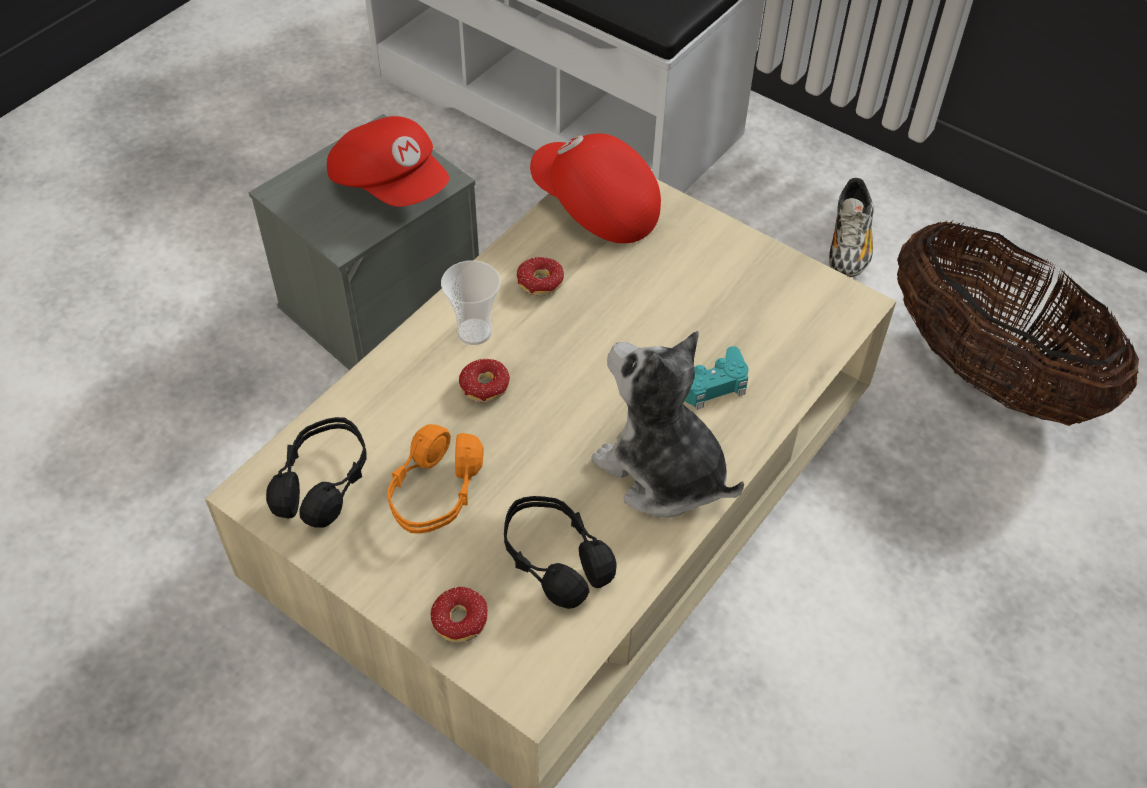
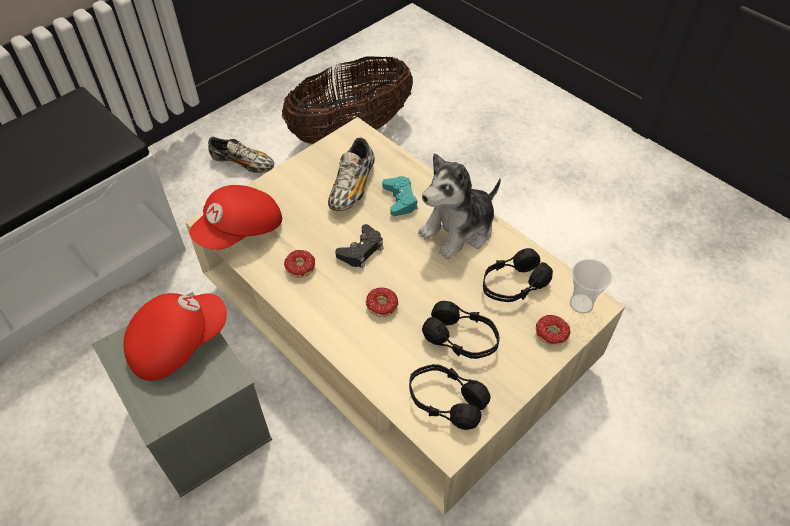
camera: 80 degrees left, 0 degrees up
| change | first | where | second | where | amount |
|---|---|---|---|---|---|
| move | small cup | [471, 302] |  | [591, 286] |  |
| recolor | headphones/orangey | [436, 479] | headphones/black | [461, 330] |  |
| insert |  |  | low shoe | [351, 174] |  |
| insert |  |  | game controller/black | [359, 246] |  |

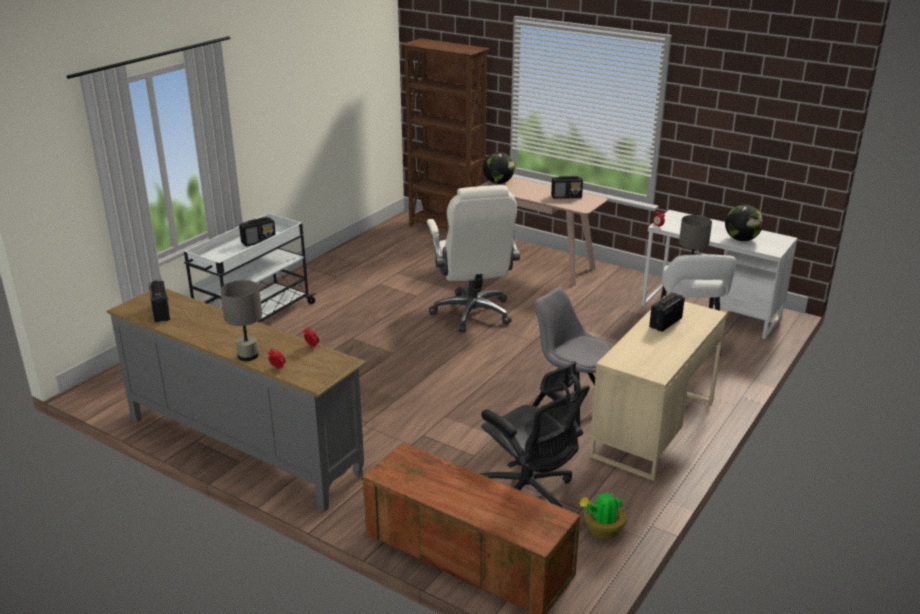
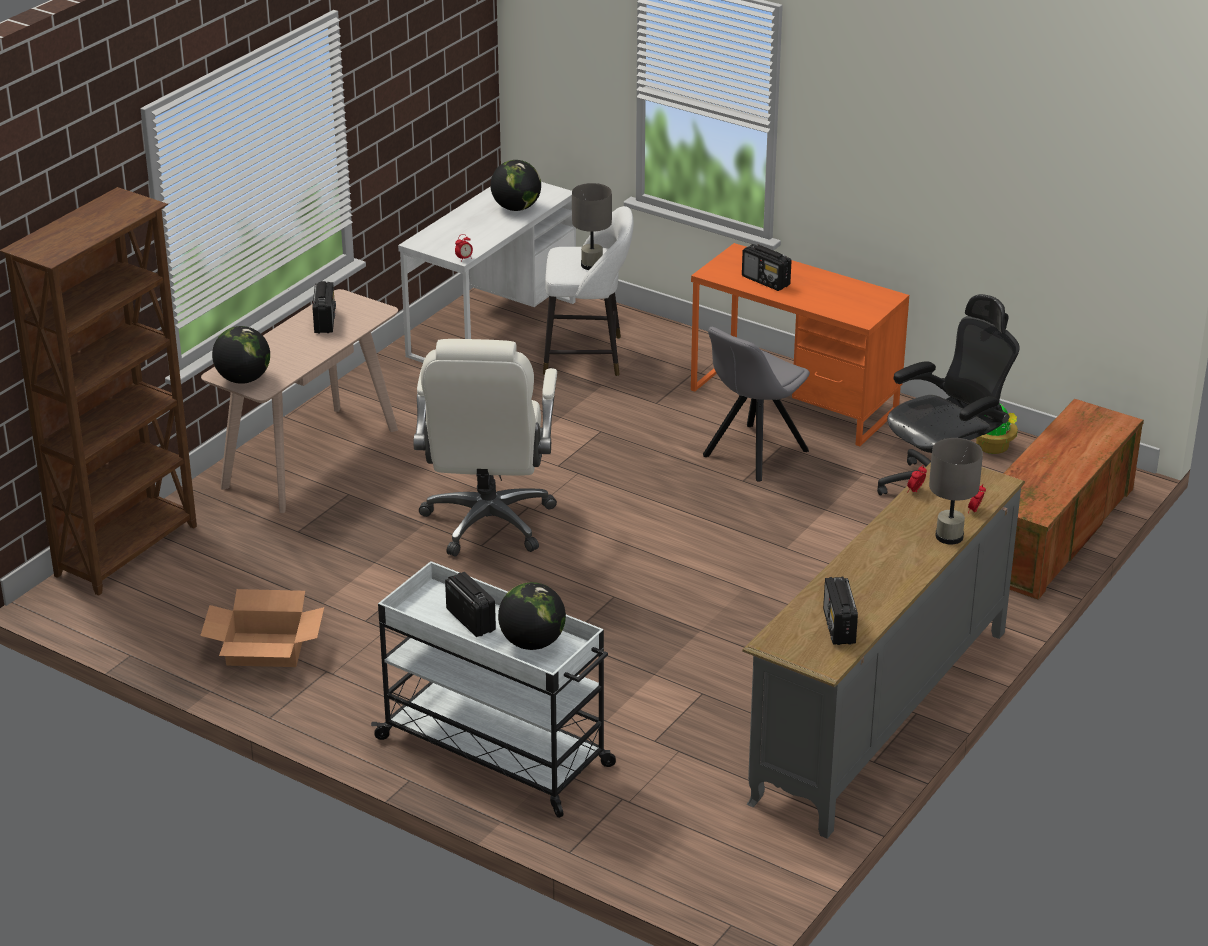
camera: 90 degrees left, 5 degrees up
| change | first | where | second | where | amount |
|---|---|---|---|---|---|
| rotate | office chair/whitish | [473, 259] |  | [485, 448] | 105 degrees clockwise |
| rotate | radio set | [159, 301] |  | [840, 611] | 75 degrees counterclockwise |
| recolor | desk/beige | [658, 388] | desk/orangey | [800, 344] |  |
| insert |  |  | desk globe | [532, 616] |  |
| insert |  |  | carton | [262, 628] |  |

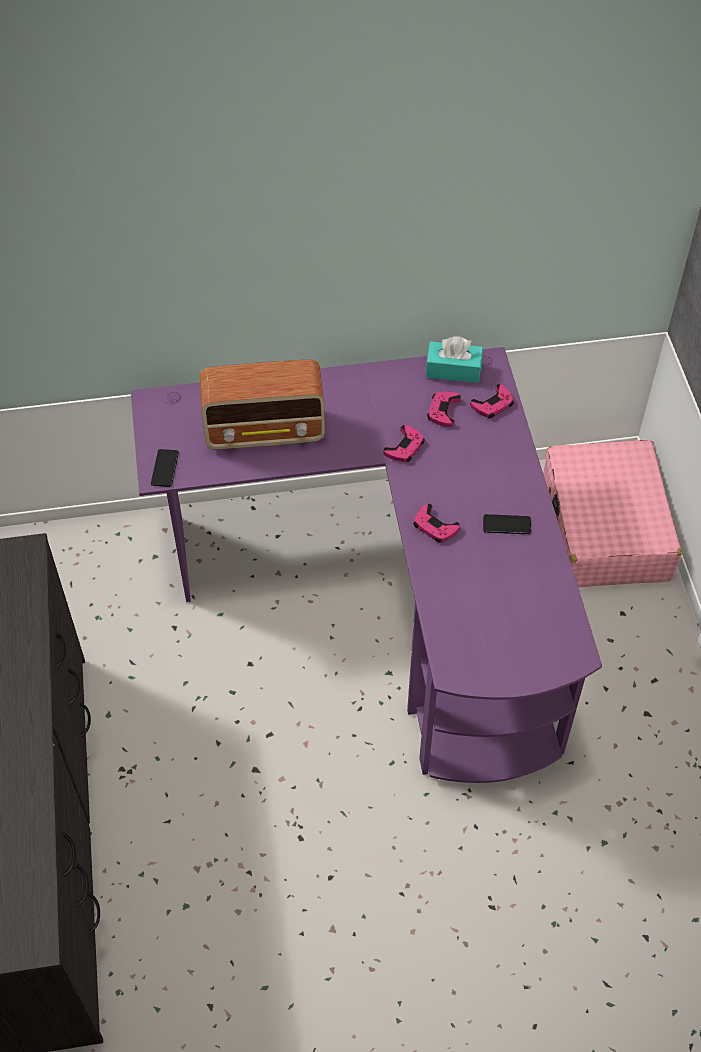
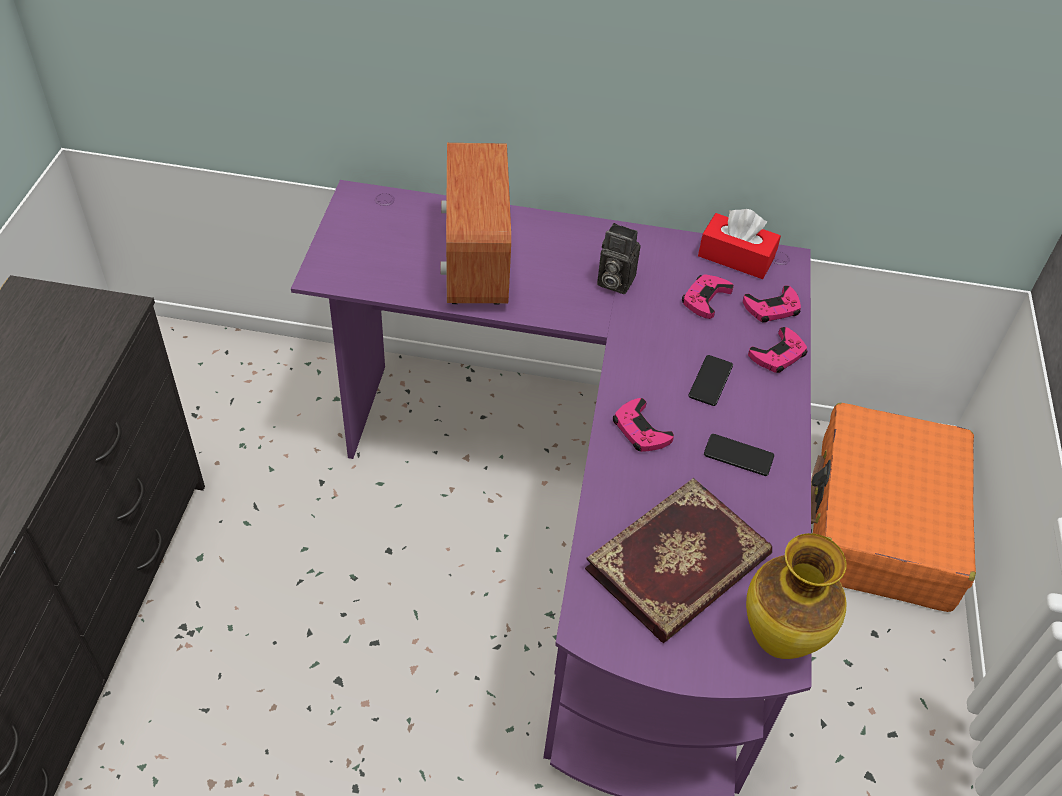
camera: 15 degrees right, 5 degrees down
| change | first | where | second | where | amount |
|---|---|---|---|---|---|
| recolor | box of tissues/blue-green | [454, 359] | box of tissues/red | [739, 244] |  |
| rotate | radio set | [262, 404] |  | [475, 223] | 75 degrees clockwise |
| move | game controller/pink-coloured | [404, 443] |  | [778, 350] |  |
| recolor | travel case/pink-coloured | [612, 514] | travel case/orangey | [893, 507] |  |
| move | telephone | [165, 468] |  | [710, 380] |  |
| insert |  |  | photo camera | [619, 258] |  |
| insert |  |  | volume | [678, 560] |  |
| insert |  |  | decorative vase | [796, 596] |  |

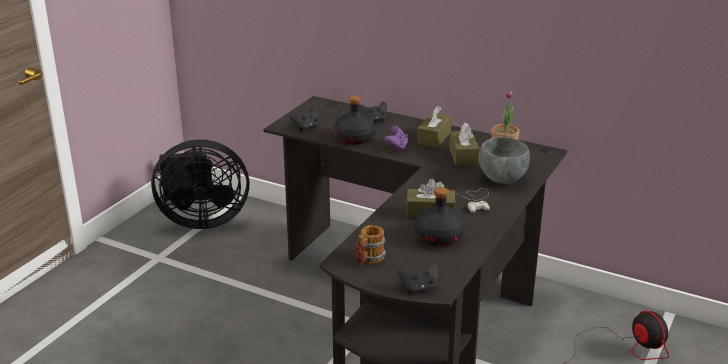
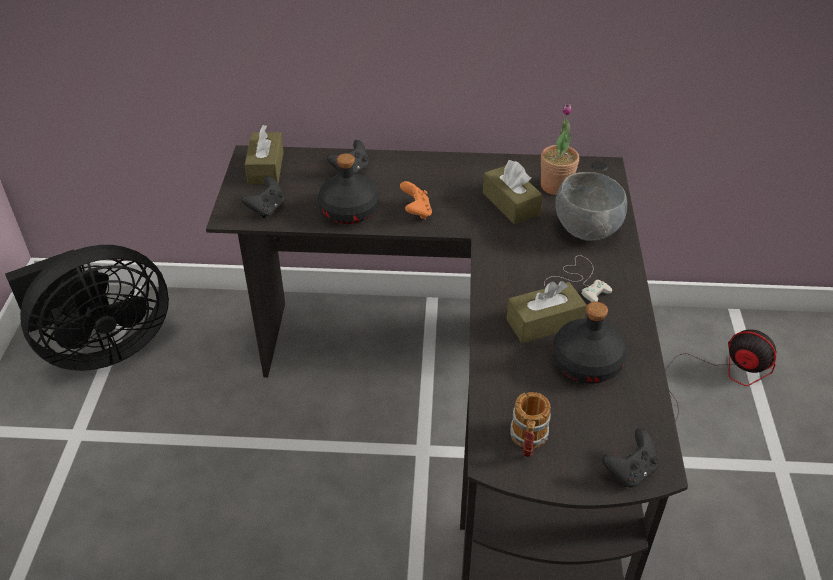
camera: 25 degrees left, 15 degrees up
| change | first | where | second | where | amount |
|---|---|---|---|---|---|
| move | box of tissues/brownish | [434, 127] |  | [264, 155] |  |
| recolor | game controller/purple-coloured | [396, 139] | game controller/orangey | [416, 200] |  |

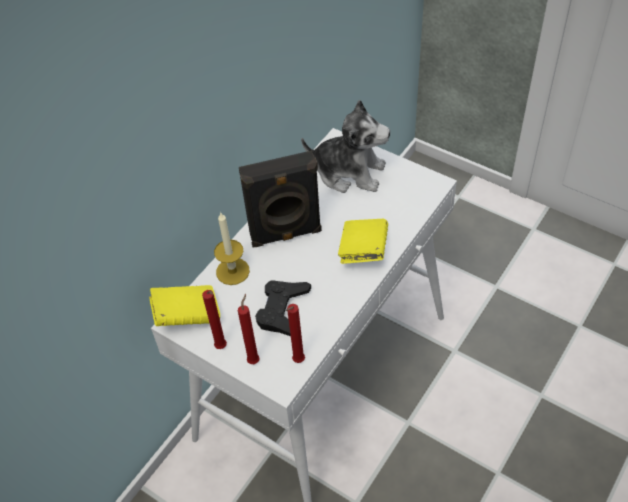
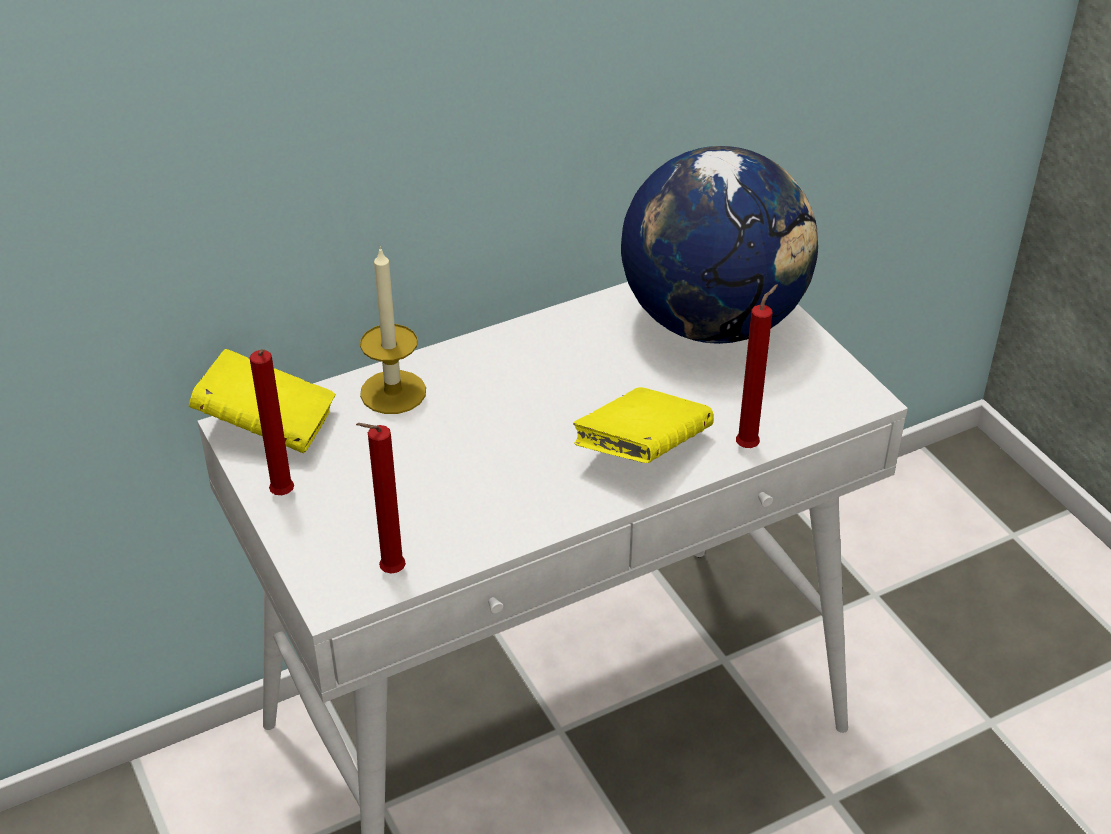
camera: 25 degrees right, 10 degrees down
| change | first | where | second | where | amount |
|---|---|---|---|---|---|
| replace | plush toy | [345, 146] | desk globe | [719, 245] |  |
| delete | audio speaker/black | [280, 198] |  |  |  |
| delete | game controller/black | [283, 308] |  |  |  |
| move | candle/red | [248, 329] |  | [757, 366] |  |

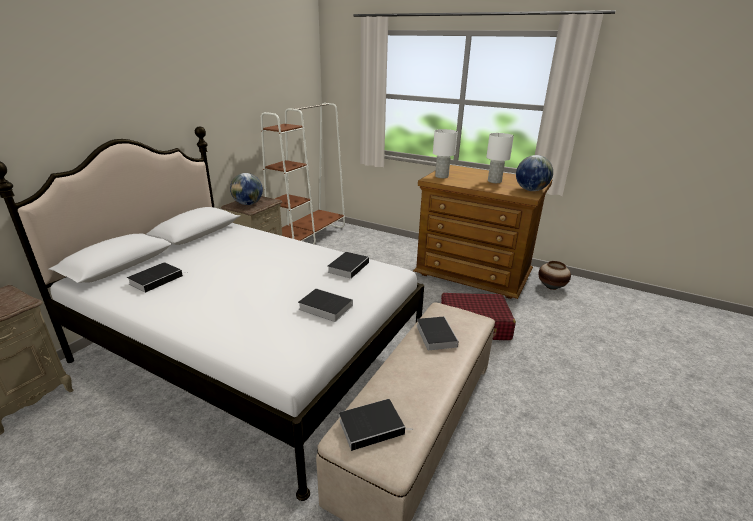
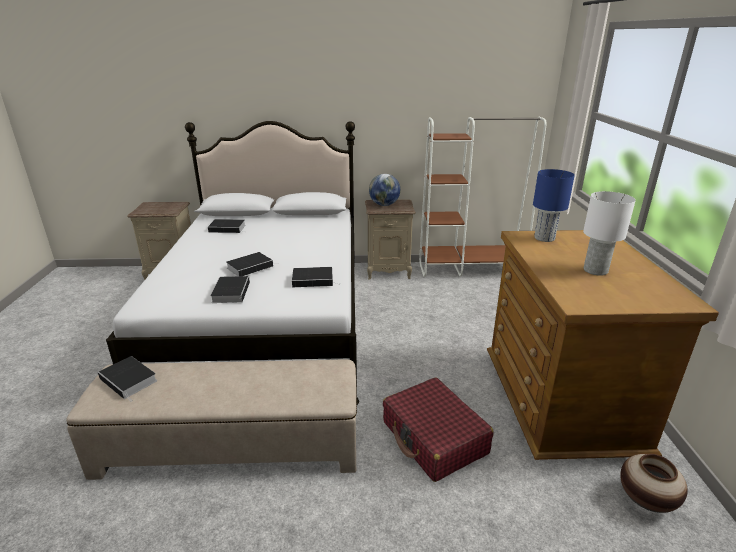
camera: 60 degrees right, 0 degrees up
| change | first | where | second | where | amount |
|---|---|---|---|---|---|
| recolor | lamp for a table/whitish | [445, 153] | lamp for a table/blue-coloured | [554, 205] |  |
| delete | desk globe | [534, 173] |  |  |  |
| move | volume | [437, 333] |  | [250, 264] |  |

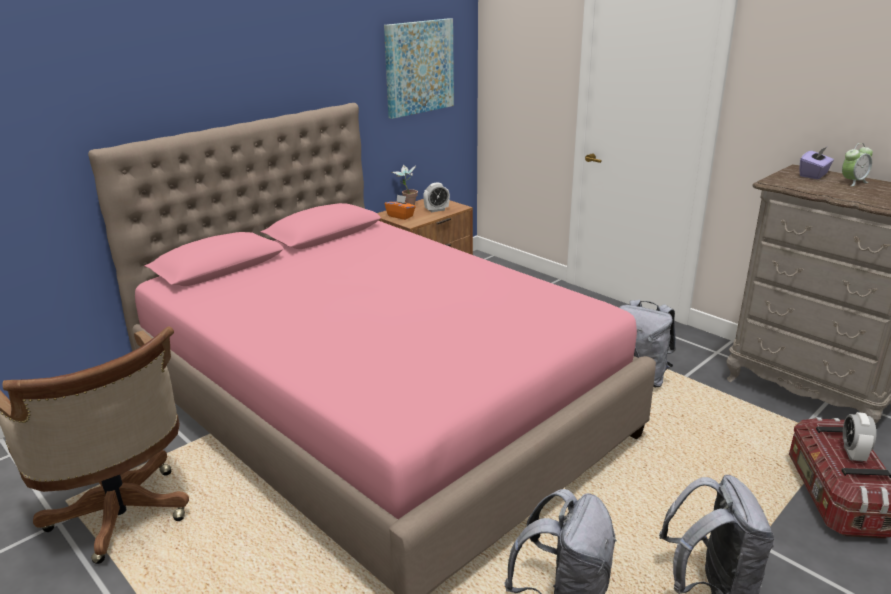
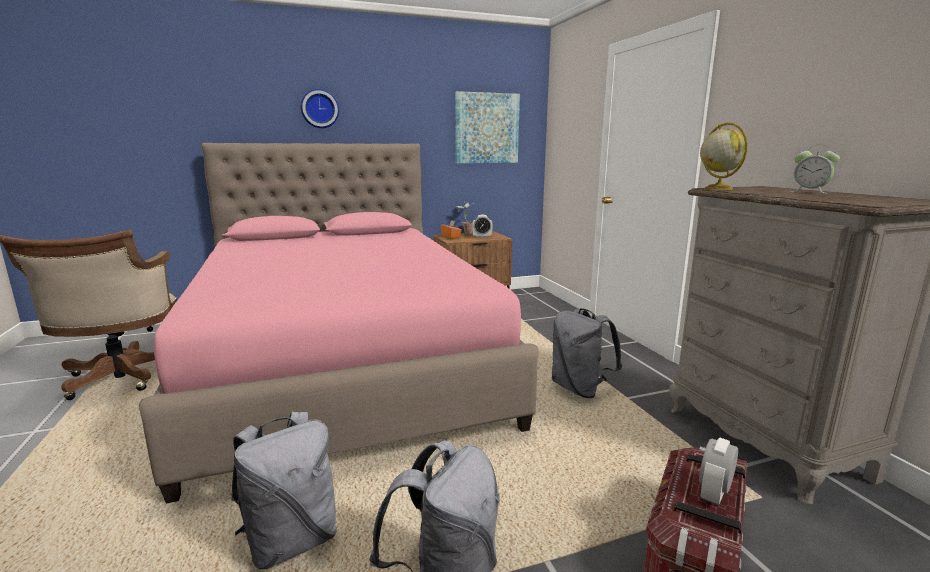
camera: 25 degrees right, 10 degrees down
| change | first | where | second | where | amount |
|---|---|---|---|---|---|
| rotate | table clock | [857, 164] |  | [815, 169] | 45 degrees clockwise |
| delete | box of tissues/purple-coloured | [817, 163] |  |  |  |
| insert |  |  | hanging clock | [320, 108] |  |
| insert |  |  | desk globe | [724, 156] |  |

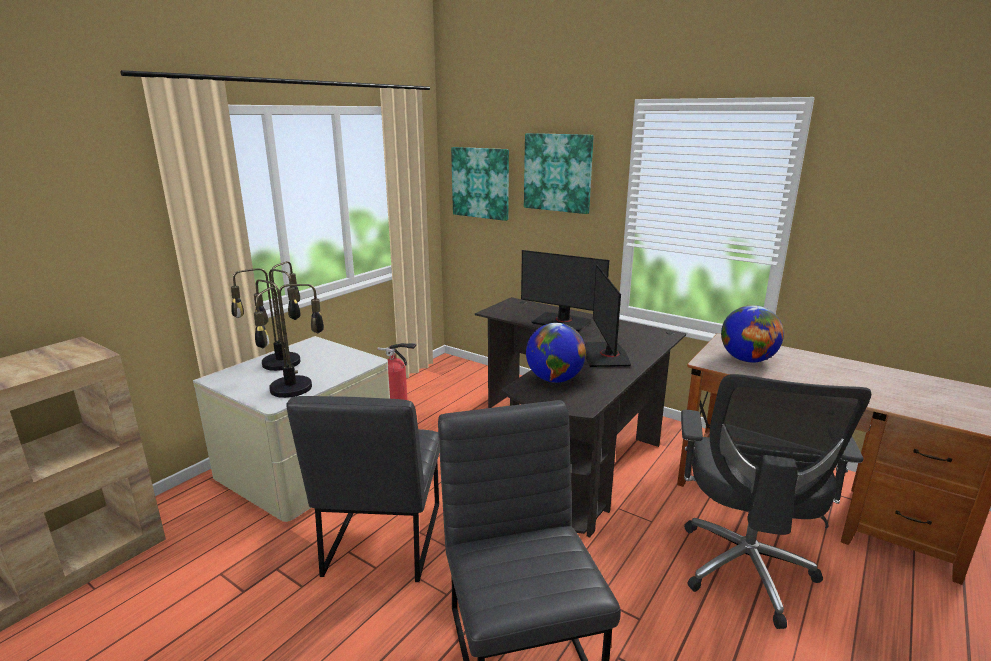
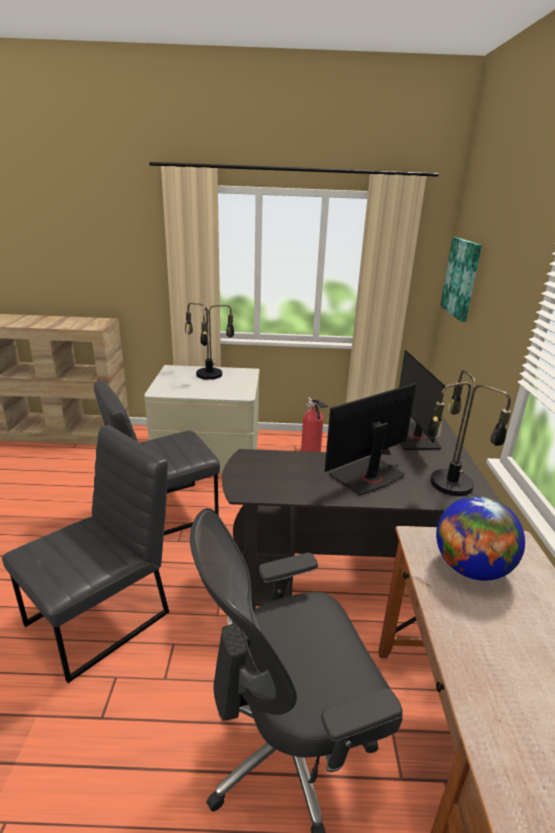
camera: 55 degrees right, 5 degrees up
| change | first | where | second | where | amount |
|---|---|---|---|---|---|
| delete | wall art | [559, 173] |  |  |  |
| move | lamp for a table | [289, 338] |  | [469, 433] |  |
| delete | desk globe | [556, 353] |  |  |  |

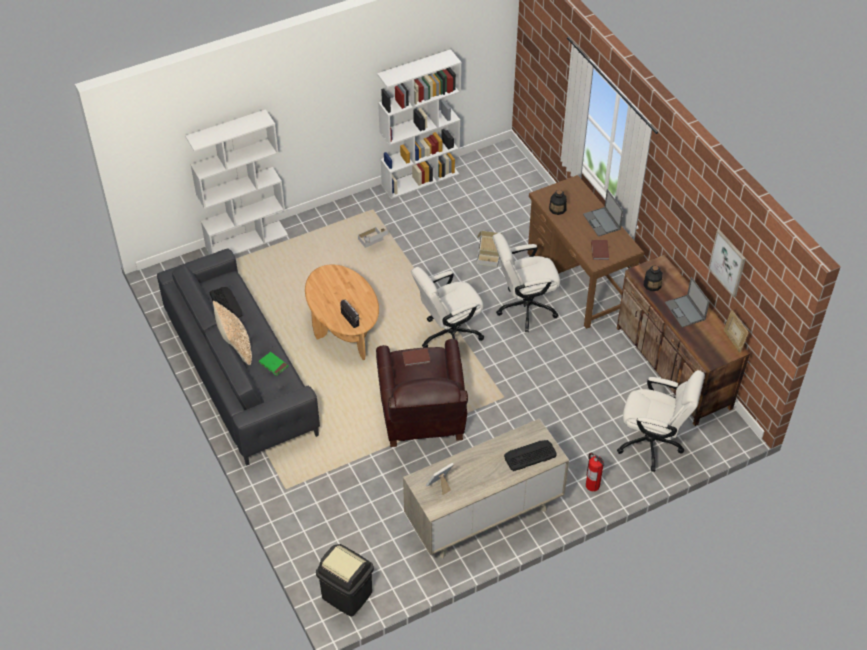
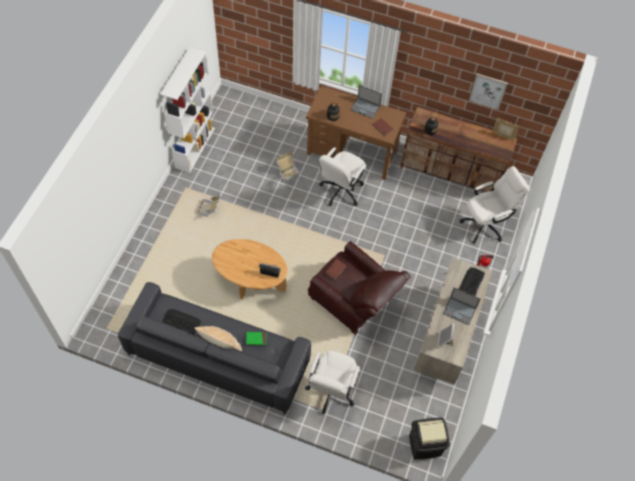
camera: 45 degrees left, 10 degrees up
| change | first | where | second | where | amount |
|---|---|---|---|---|---|
| delete | bookshelf/whitish | [236, 182] |  |  |  |
| move | office chair/whitish | [447, 307] |  | [332, 382] |  |
| move | laptop | [687, 302] |  | [461, 306] |  |

